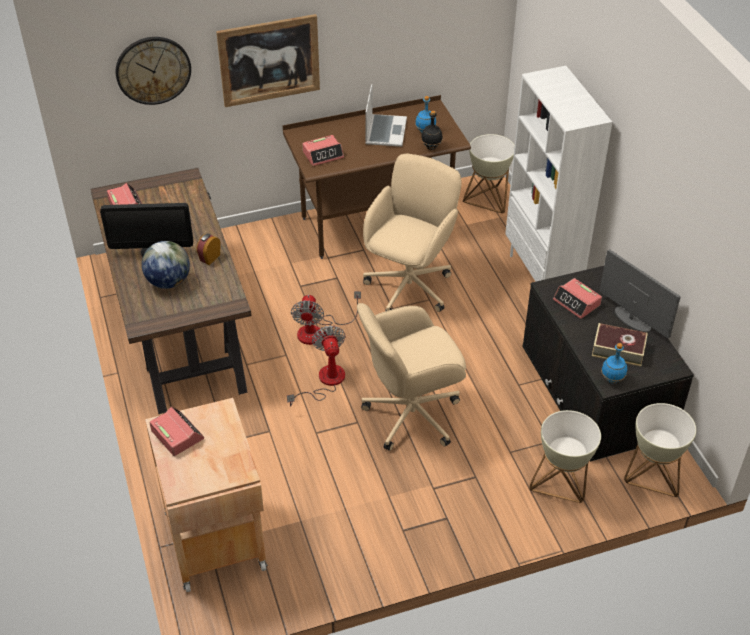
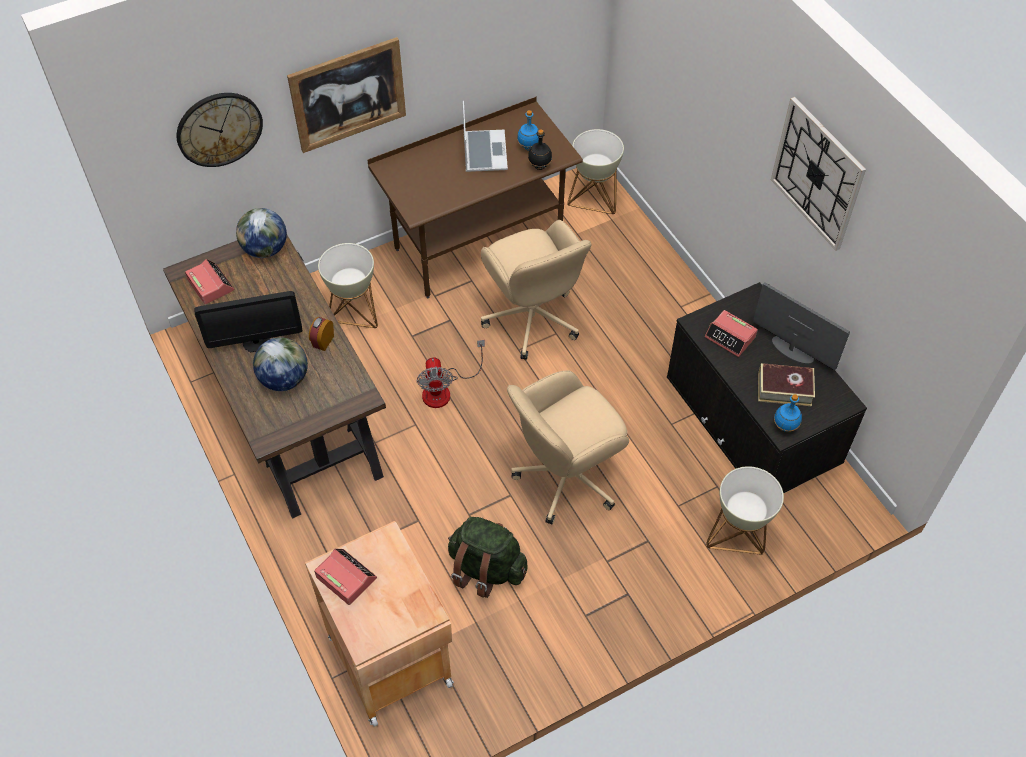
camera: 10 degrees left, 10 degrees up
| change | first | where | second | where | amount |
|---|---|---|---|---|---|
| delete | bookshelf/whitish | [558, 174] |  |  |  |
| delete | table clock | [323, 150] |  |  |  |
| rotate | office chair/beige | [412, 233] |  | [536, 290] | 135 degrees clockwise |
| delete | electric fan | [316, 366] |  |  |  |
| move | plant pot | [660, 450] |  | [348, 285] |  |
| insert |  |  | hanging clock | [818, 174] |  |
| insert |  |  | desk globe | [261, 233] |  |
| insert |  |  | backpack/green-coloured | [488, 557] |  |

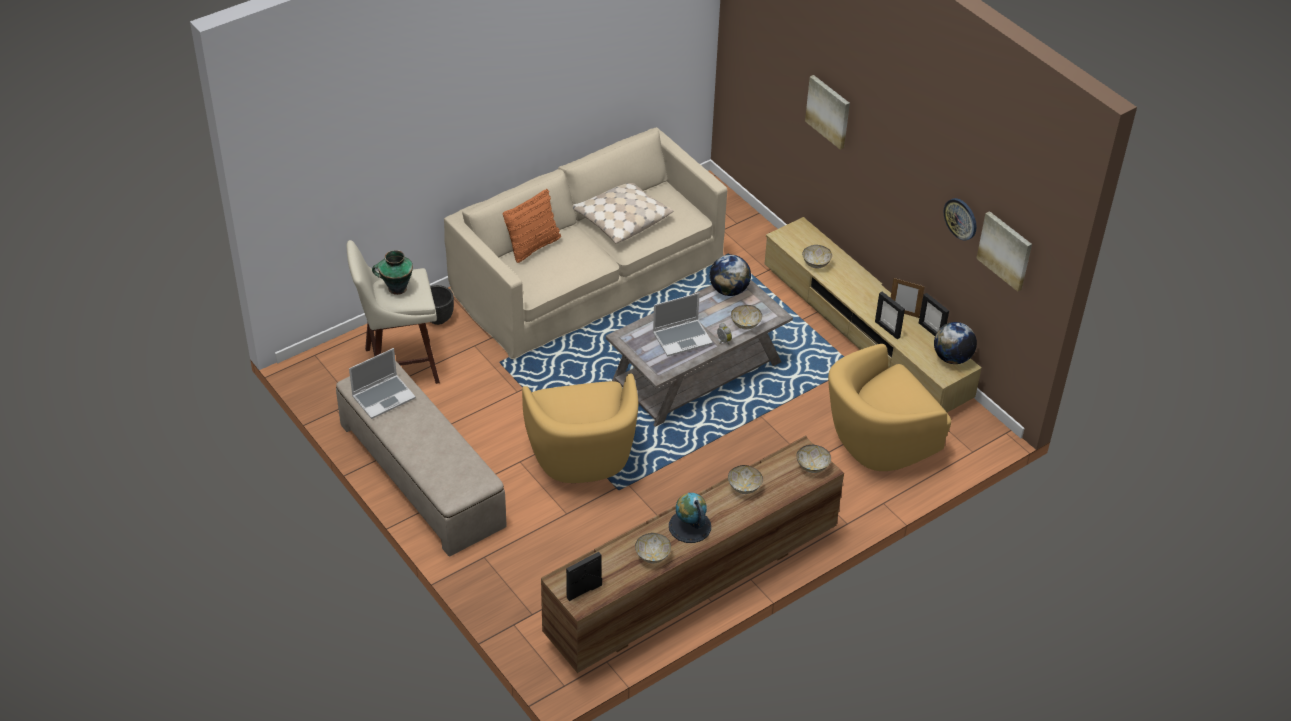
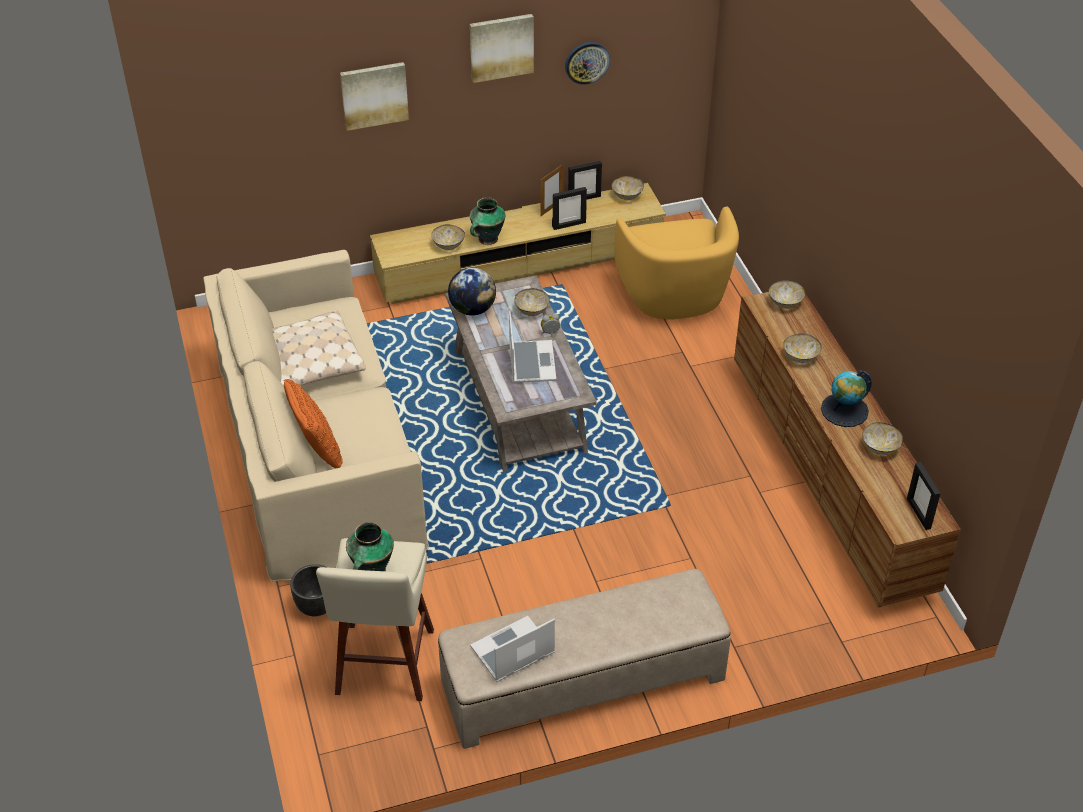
camera: 70 degrees left, 0 degrees up
| change | first | where | second | where | amount |
|---|---|---|---|---|---|
| move | wall art | [1004, 251] |  | [502, 48] |  |
| replace | desk globe | [955, 343] | serving bowl | [627, 188] |  |
| rotate | laptop | [382, 383] |  | [512, 649] | 105 degrees counterclockwise |
| delete | armchair/yellowish | [580, 428] |  |  |  |
| insert |  |  | decorative vase | [488, 221] |  |

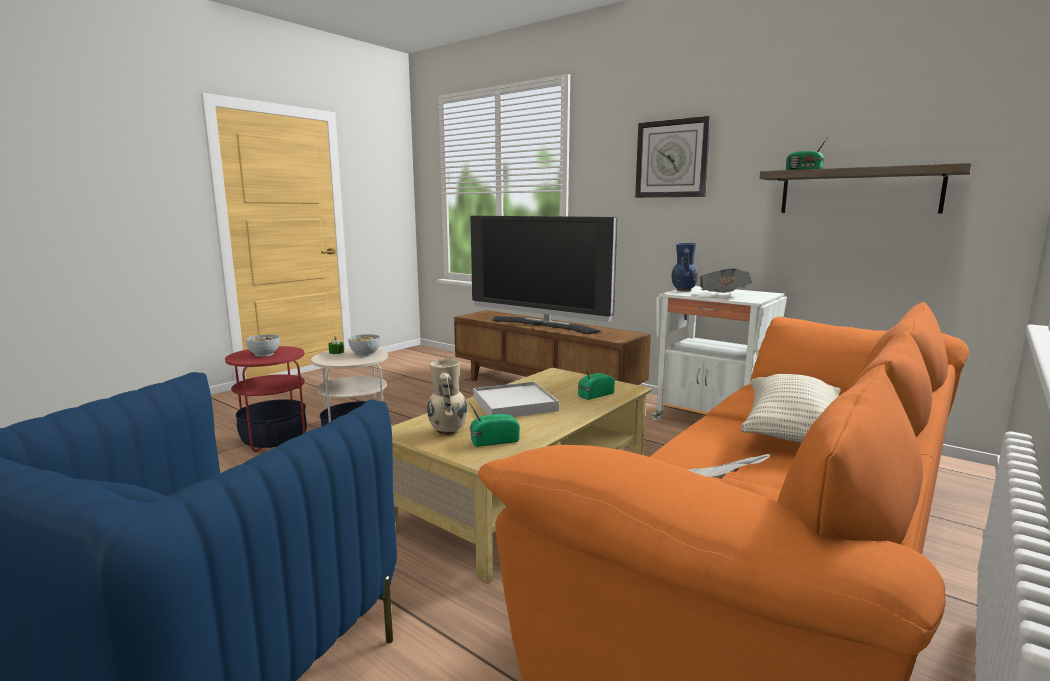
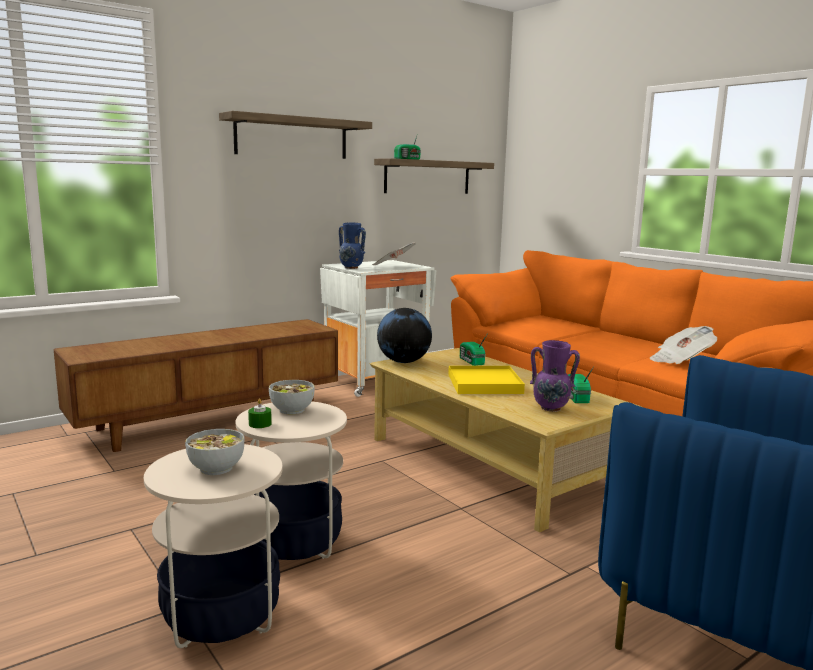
camera: 75 degrees left, 0 degrees up
| change | first | where | second | where | amount |
|---|---|---|---|---|---|
| replace | hanging clock | [673, 157] | bracket shelf | [295, 135] |  |
| delete | television | [543, 275] |  |  |  |
| recolor | end table/red | [266, 399] | end table/beige | [213, 546] |  |
| recolor | decorative vase/beige | [447, 397] | decorative vase/purple-coloured | [555, 376] |  |
| delete | pillow | [791, 408] |  |  |  |
| recolor | tray/whitish | [516, 399] | tray/yellowish | [486, 380] |  |
| insert |  |  | desk globe | [404, 335] |  |

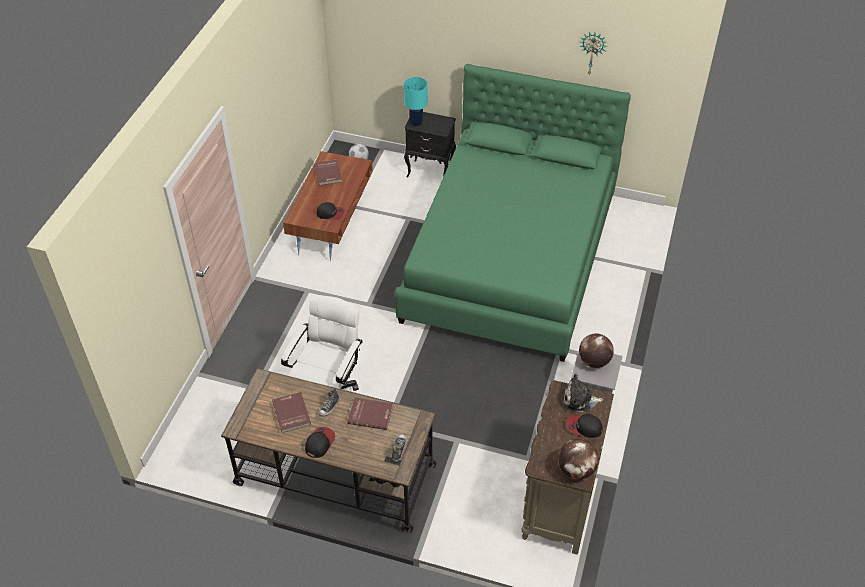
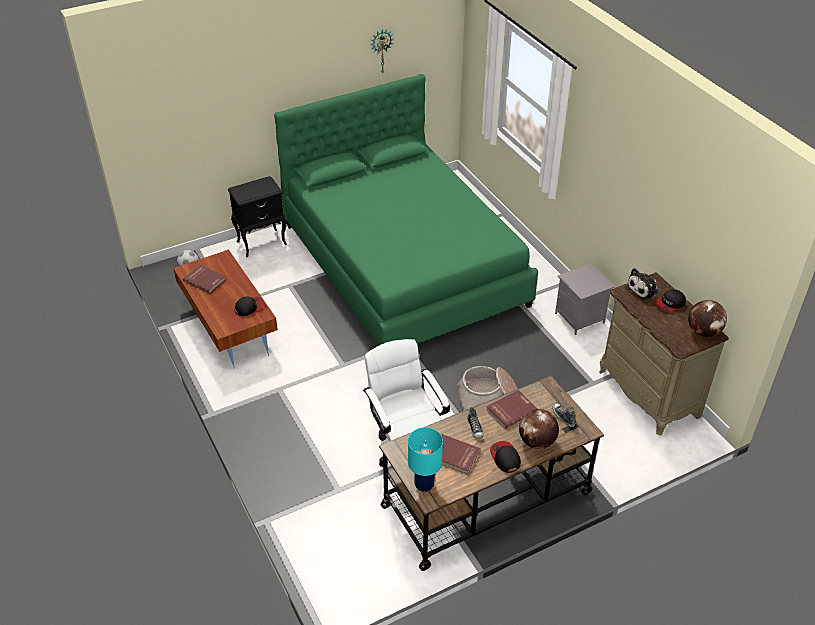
camera: 45 degrees left, 5 degrees down
| change | first | where | second | where | amount |
|---|---|---|---|---|---|
| move | lamp for a table/blue-green | [416, 101] |  | [425, 459] |  |
| move | desk globe | [596, 350] |  | [539, 429] |  |
| insert |  |  | household basket | [487, 388] |  |

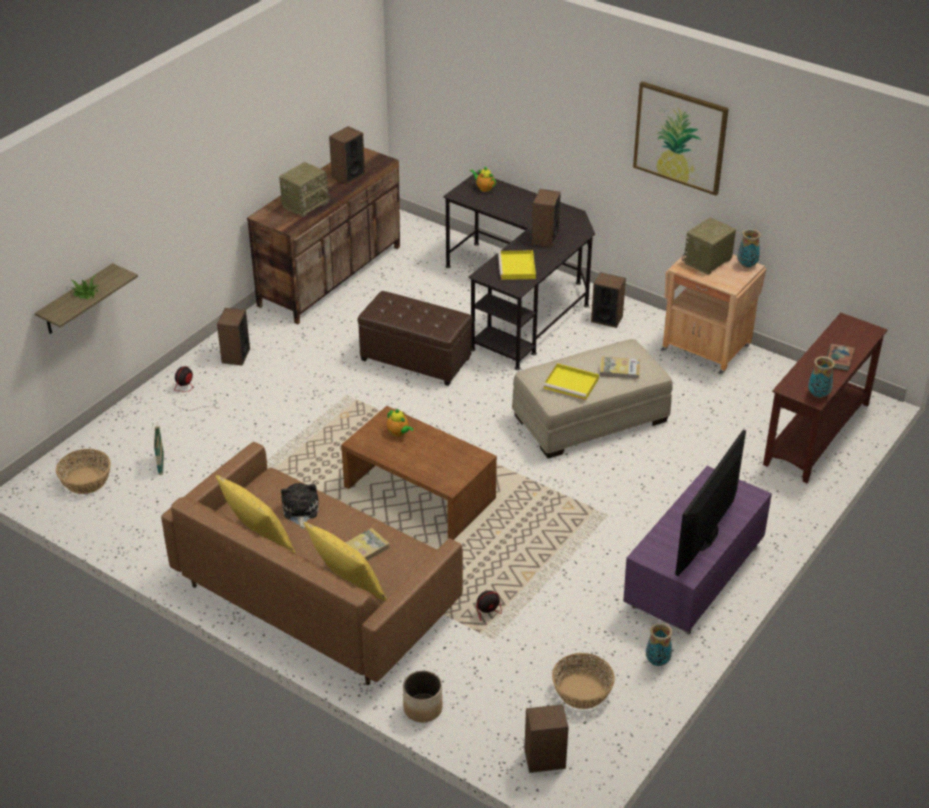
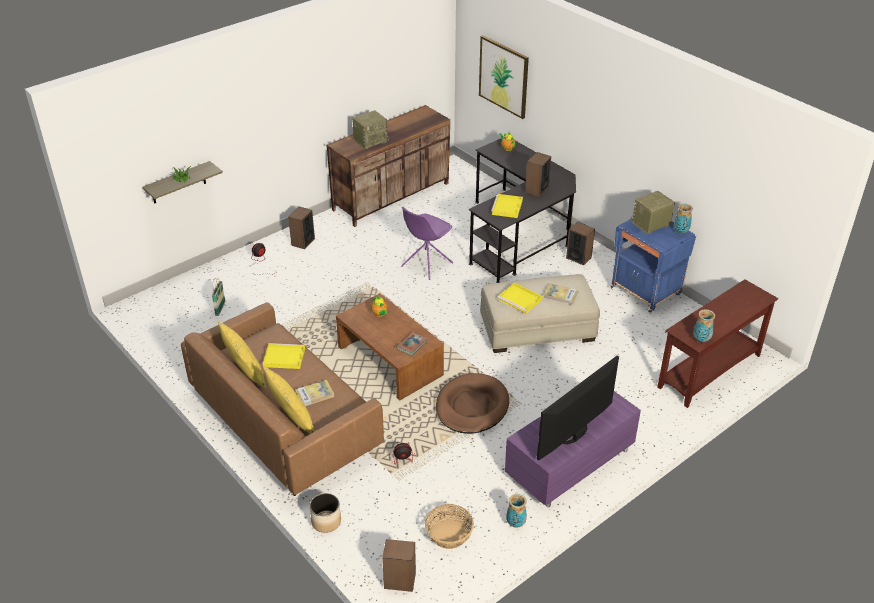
camera: 15 degrees right, 0 degrees up
| change | first | where | second | where | amount |
|---|---|---|---|---|---|
| move | wall art | [681, 138] |  | [504, 77] |  |
| delete | audio speaker | [347, 155] |  |  |  |
| recolor | cart/brownish | [713, 314] | cart/blue-coloured | [652, 265] |  |
| replace | footrest/brownish | [415, 338] | upright chair/purple-coloured | [427, 243] |  |
| move | volume | [841, 357] |  | [411, 344] |  |
| delete | household basket | [83, 471] |  |  |  |
| replace | plush toy | [300, 506] | tray/yellowish | [284, 356] |  |
| insert |  |  | dog cushion/brownish | [472, 403] |  |

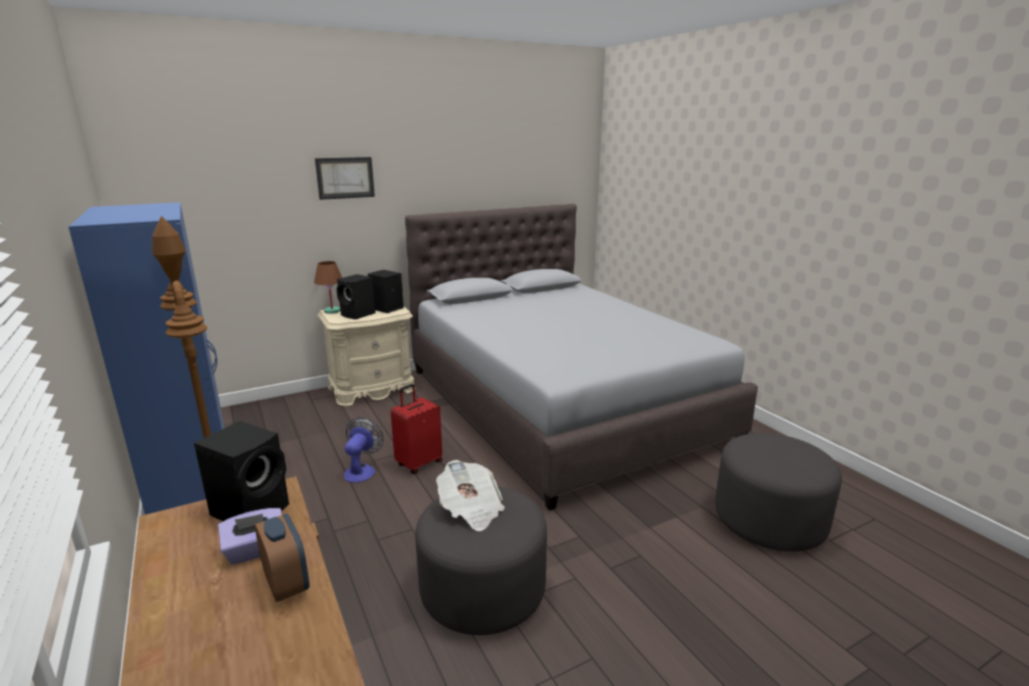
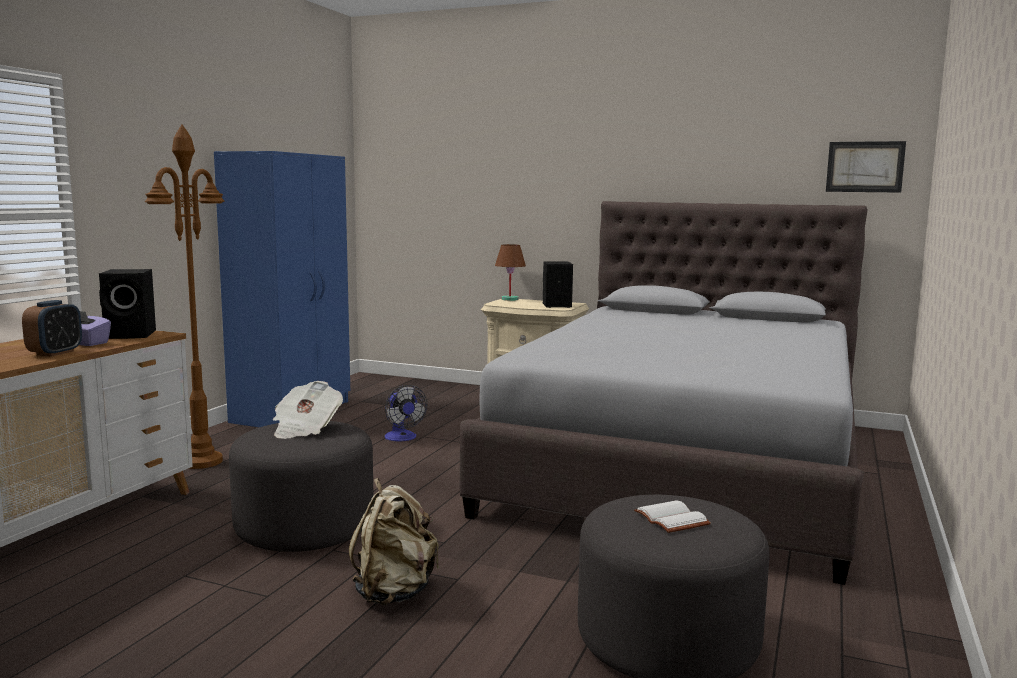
camera: 50 degrees right, 10 degrees down
| change | first | where | second | where | amount |
|---|---|---|---|---|---|
| move | wall art | [345, 178] |  | [866, 167] |  |
| delete | audio speaker/black | [356, 296] |  |  |  |
| delete | travel case/red | [416, 429] |  |  |  |
| rotate | electric fan | [364, 450] |  | [406, 413] | 90 degrees clockwise |
| insert |  |  | backpack/beige | [394, 541] |  |
| insert |  |  | volume/whitish | [672, 516] |  |

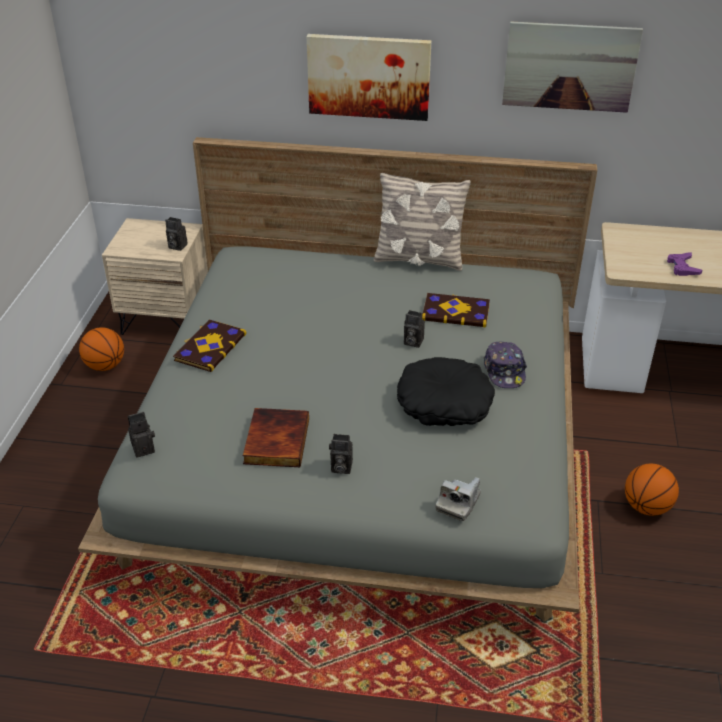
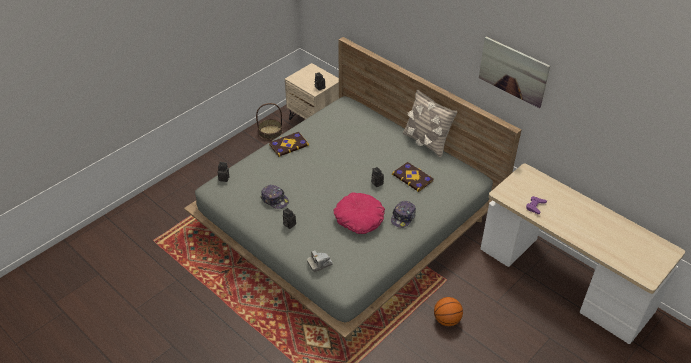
camera: 35 degrees right, 5 degrees up
| change | first | where | second | where | amount |
|---|---|---|---|---|---|
| delete | wall art | [369, 77] |  |  |  |
| replace | ball for basketball | [101, 349] | household basket | [269, 121] |  |
| recolor | pillow/black | [446, 391] | pillow/pink-coloured | [359, 213] |  |
| replace | volume | [276, 437] | baseball cap | [275, 197] |  |

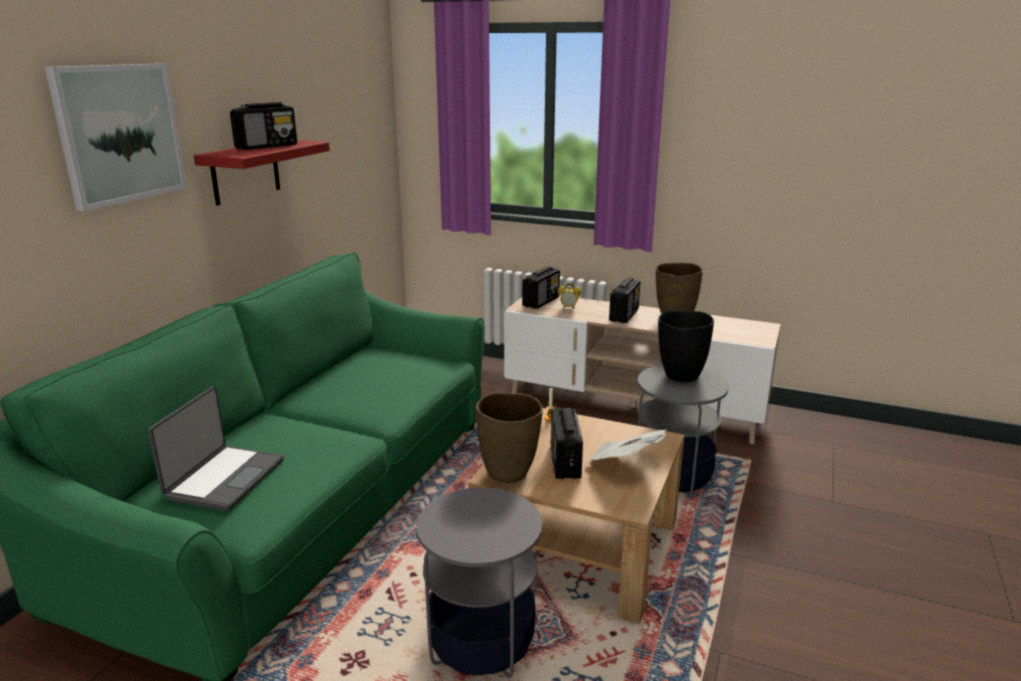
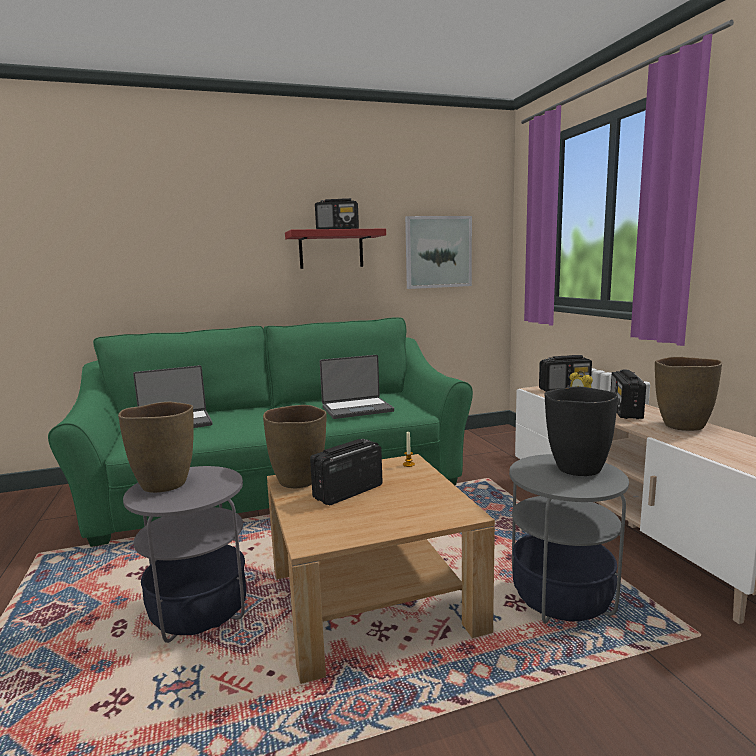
camera: 50 degrees right, 10 degrees down
| change | first | where | second | where | amount |
|---|---|---|---|---|---|
| move | wall art | [116, 137] |  | [438, 252] |  |
| rotate | radio set | [624, 300] |  | [628, 394] | 120 degrees clockwise |
| delete | daily paper | [627, 445] |  |  |  |
| insert |  |  | laptop | [357, 387] |  |
| insert |  |  | decorative vase/brownish | [156, 447] |  |

